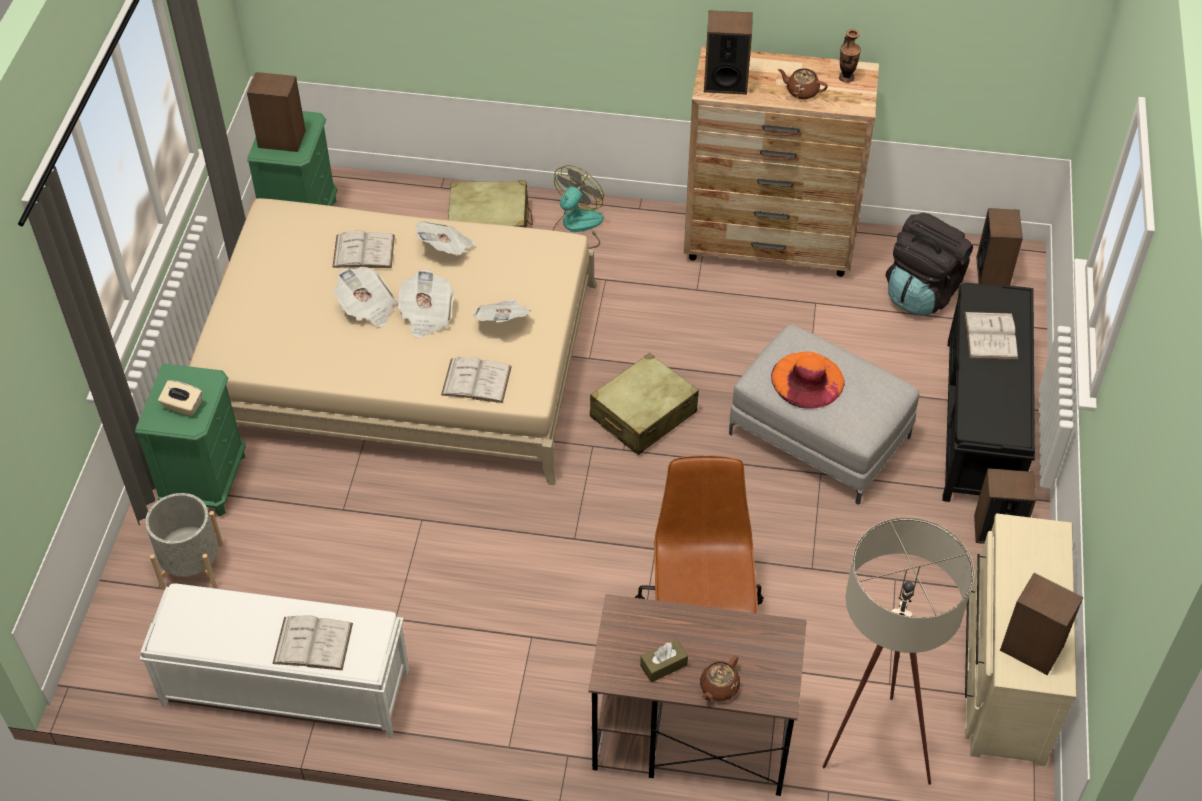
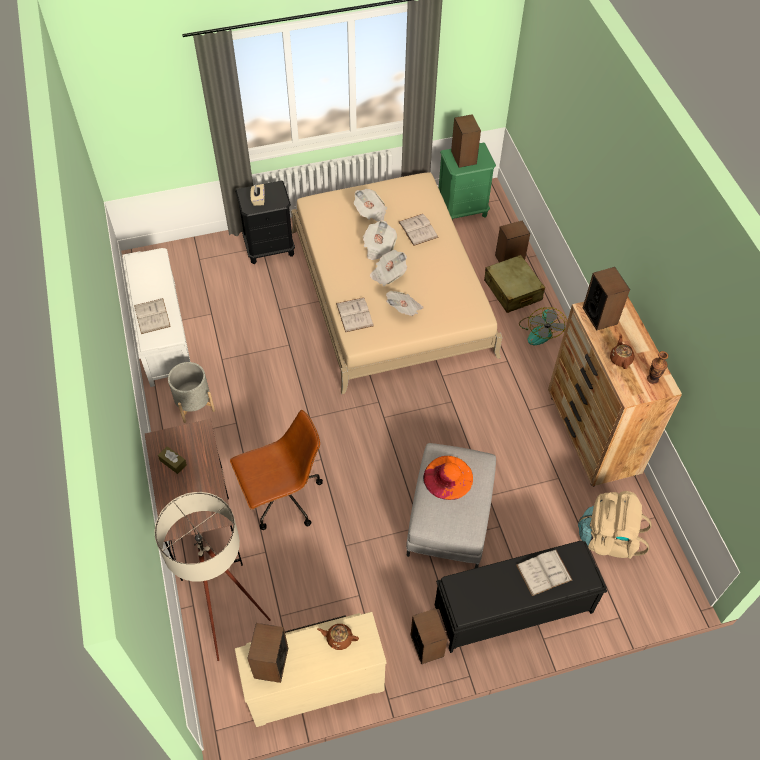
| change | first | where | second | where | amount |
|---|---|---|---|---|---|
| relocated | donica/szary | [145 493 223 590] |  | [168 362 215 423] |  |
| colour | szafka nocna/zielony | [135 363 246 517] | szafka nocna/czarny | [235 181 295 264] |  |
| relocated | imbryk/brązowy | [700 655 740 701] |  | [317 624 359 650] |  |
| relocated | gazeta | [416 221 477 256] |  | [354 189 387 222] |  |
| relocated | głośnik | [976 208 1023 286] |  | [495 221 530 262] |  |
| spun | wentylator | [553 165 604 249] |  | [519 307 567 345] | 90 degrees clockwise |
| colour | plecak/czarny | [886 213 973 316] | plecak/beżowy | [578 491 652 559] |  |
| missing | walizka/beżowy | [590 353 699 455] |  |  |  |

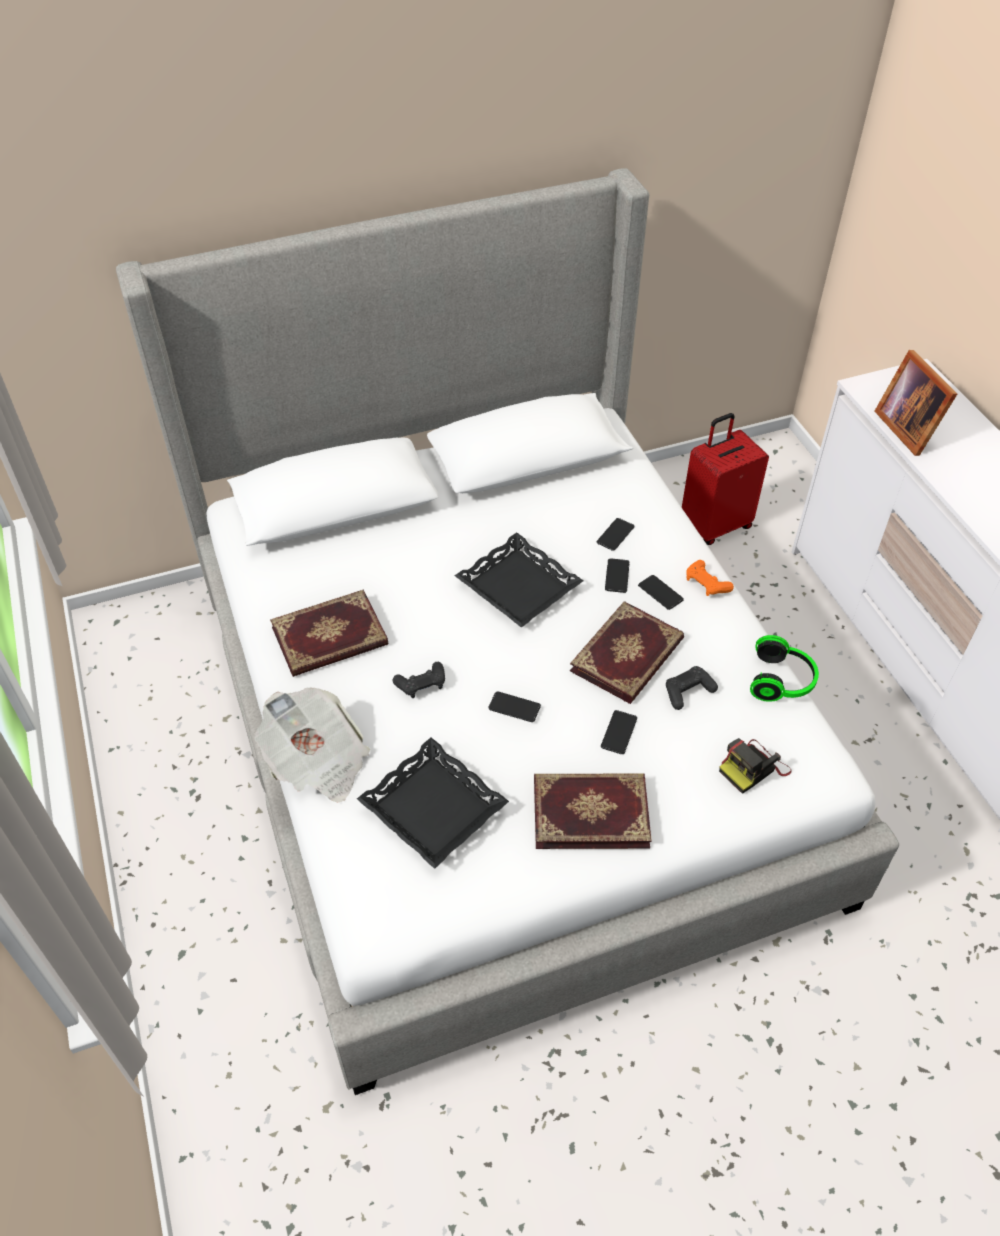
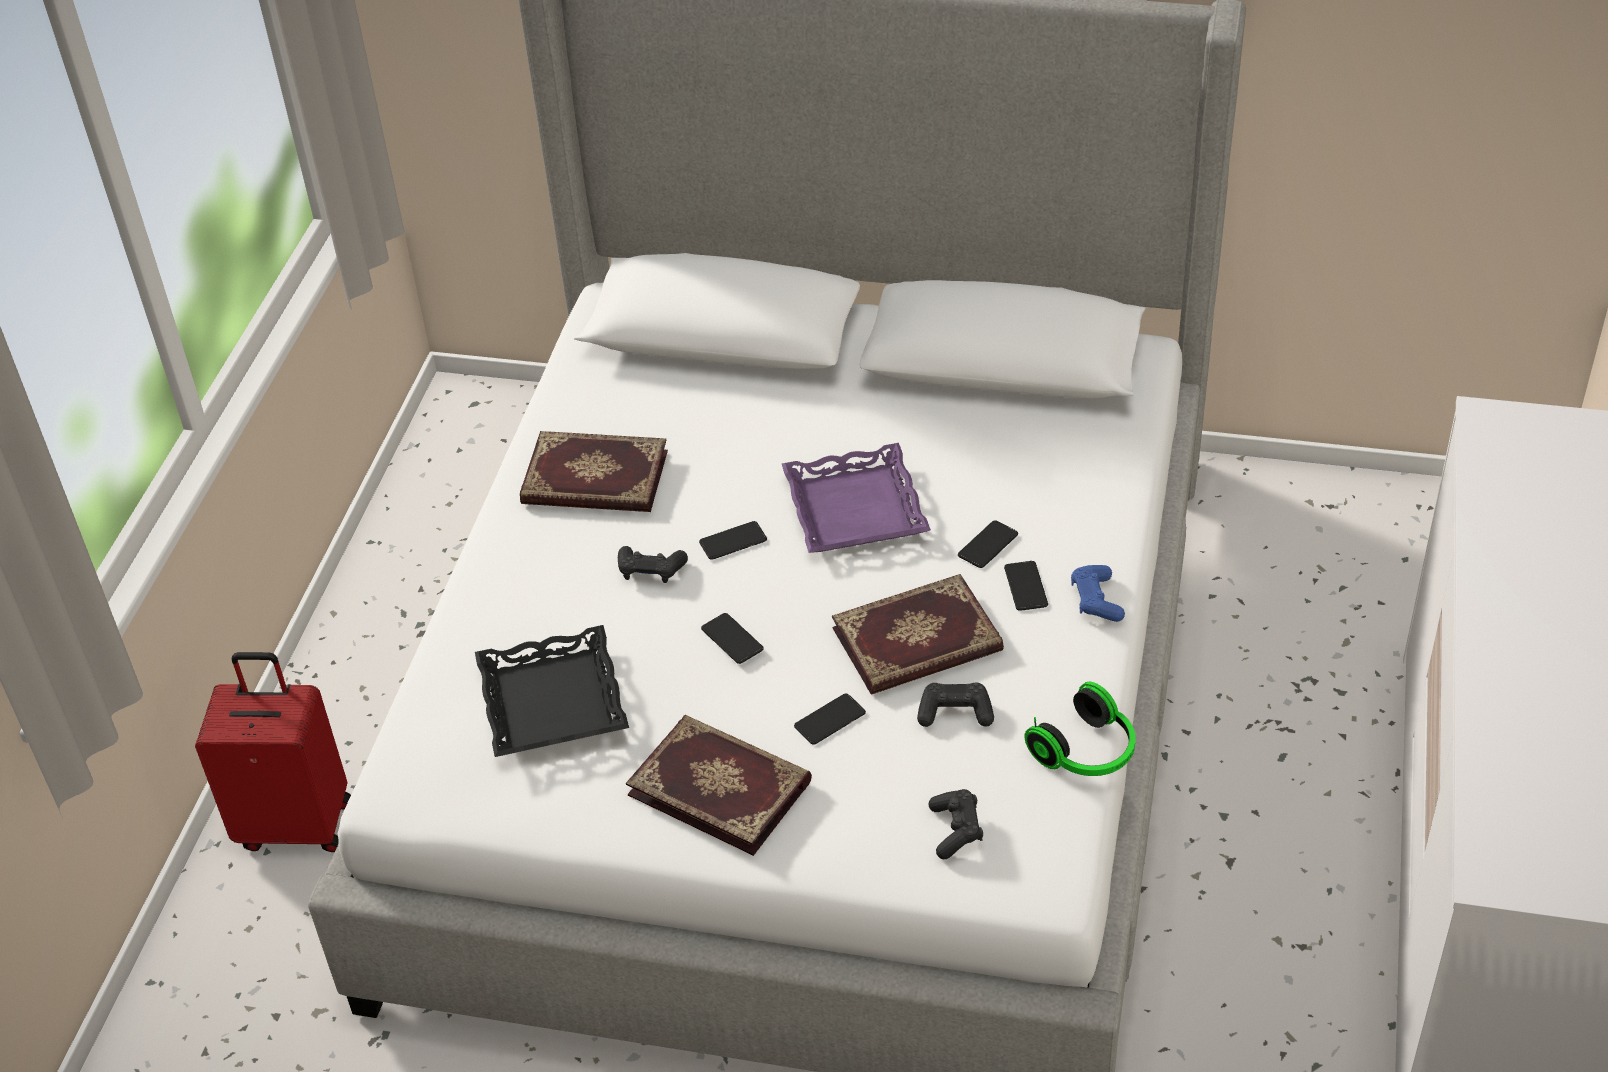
| change | first | where | second | where | amount |
|---|---|---|---|---|---|
| relocated | walizka/czerwony | [682 413 769 545] |  | [195 652 351 852] |  |
| relocated | telefon | [597 518 634 551] |  | [699 521 767 560] |  |
| colour | taca/czarny | [454 532 583 628] | taca/fioletowy | [781 443 931 553] |  |
| exchanged | aparat fotograficzny | [719 738 792 794] | pad do gier/czarny | [929 789 983 859] |  |
| colour | pad do gier/pomarańczowy | [686 560 734 596] | pad do gier/niebieski | [1071 565 1125 622] |  |
| missing | gazeta | [255 688 370 802] |  |  |  |
| missing | ramka na zdjęcie | [875 350 957 456] |  |  |  |

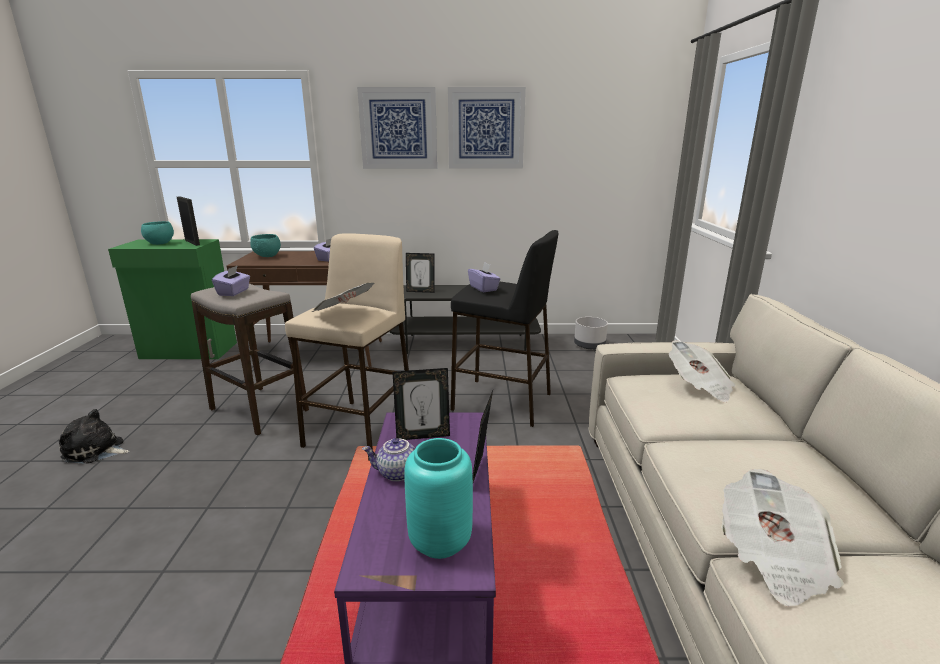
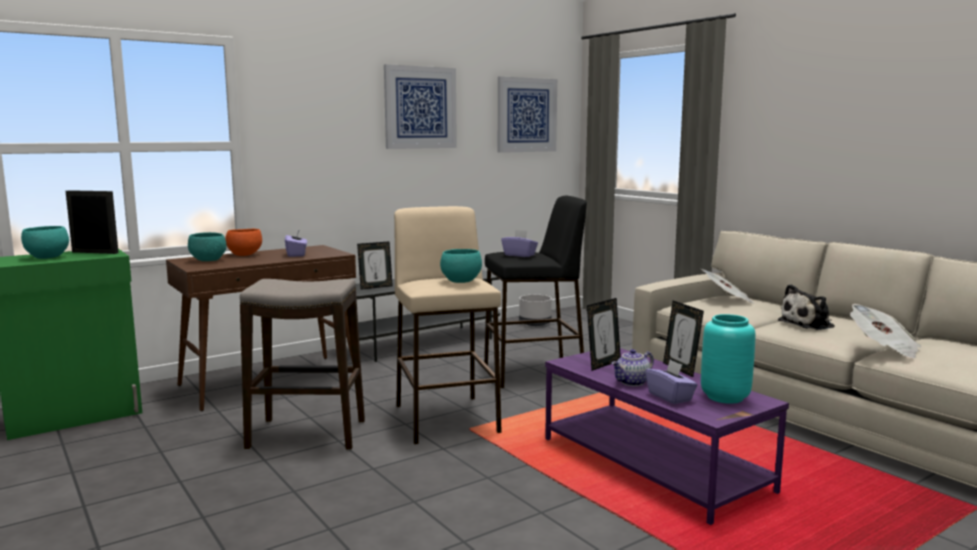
| change | first | where | second | where | amount |
|---|---|---|---|---|---|
| appeared |  |  | miska/pomarańczowy | [225 229 262 256] |  |
| exchanged | gazeta | [311 283 375 312] | miska/turkusowy | [440 249 482 283] |  |
| relocated | obraz | [357 87 437 169] |  | [498 76 557 153] |  |
| relocated | pudełko chusteczek/fioletowy | [212 265 250 296] |  | [645 359 698 404] |  |
| relocated | pluszak | [59 409 130 464] |  | [778 284 835 330] |  |

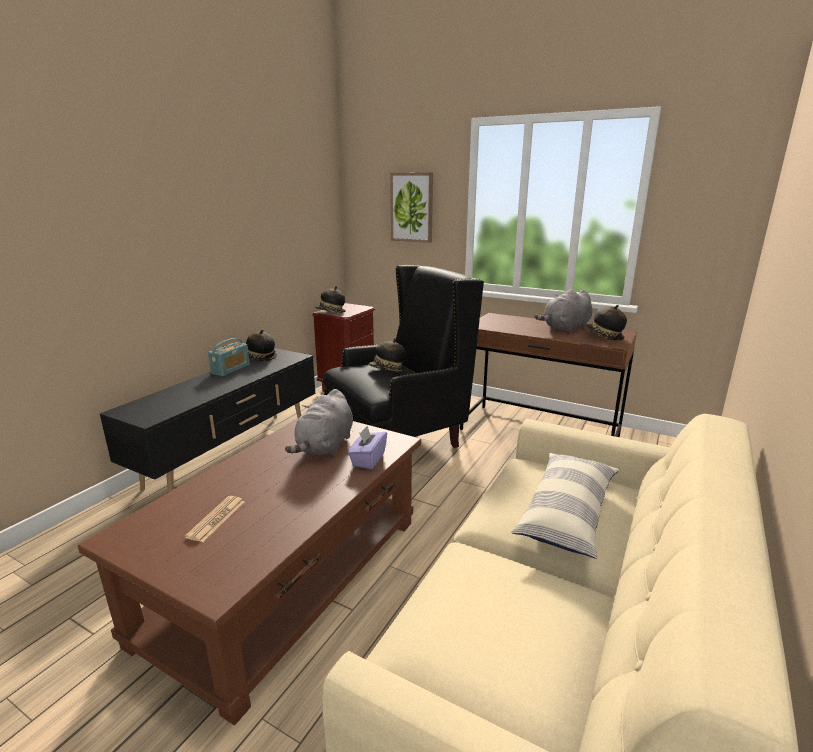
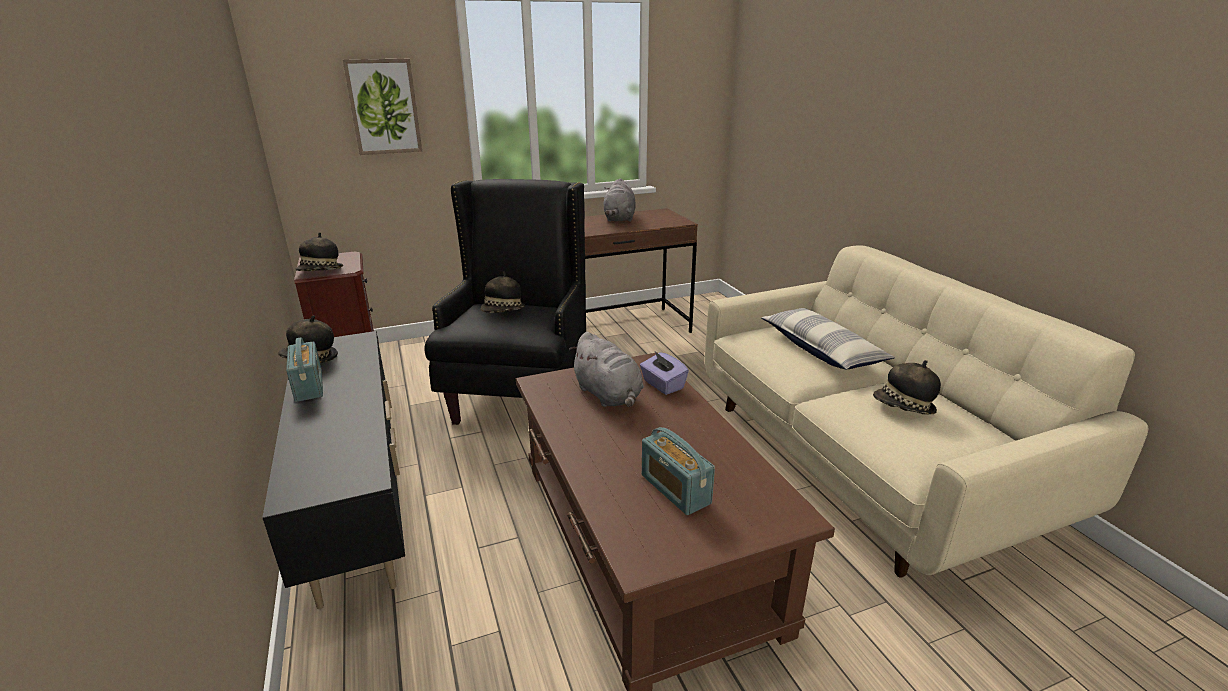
| change | first | where | second | where | amount |
|---|---|---|---|---|---|
| exchanged | gazeta | [185 496 244 542] | radio | [642 427 715 515] |  |
| relocated | kapelusz | [585 305 627 340] |  | [873 360 941 415] |  |

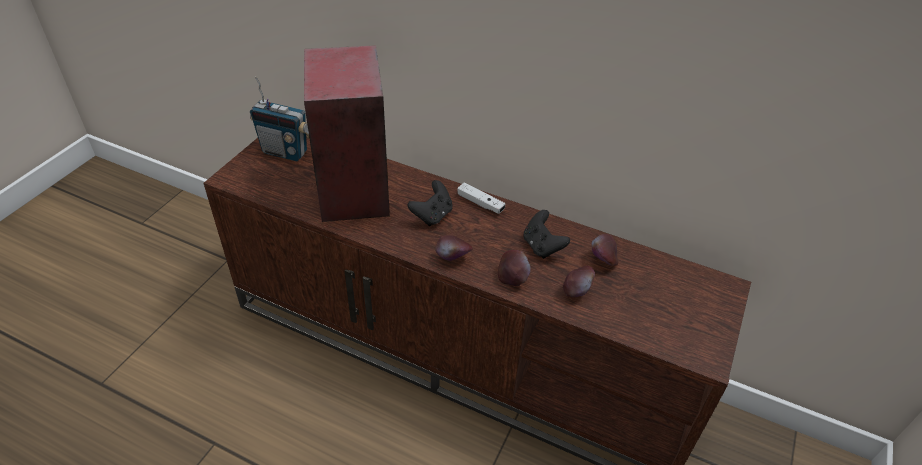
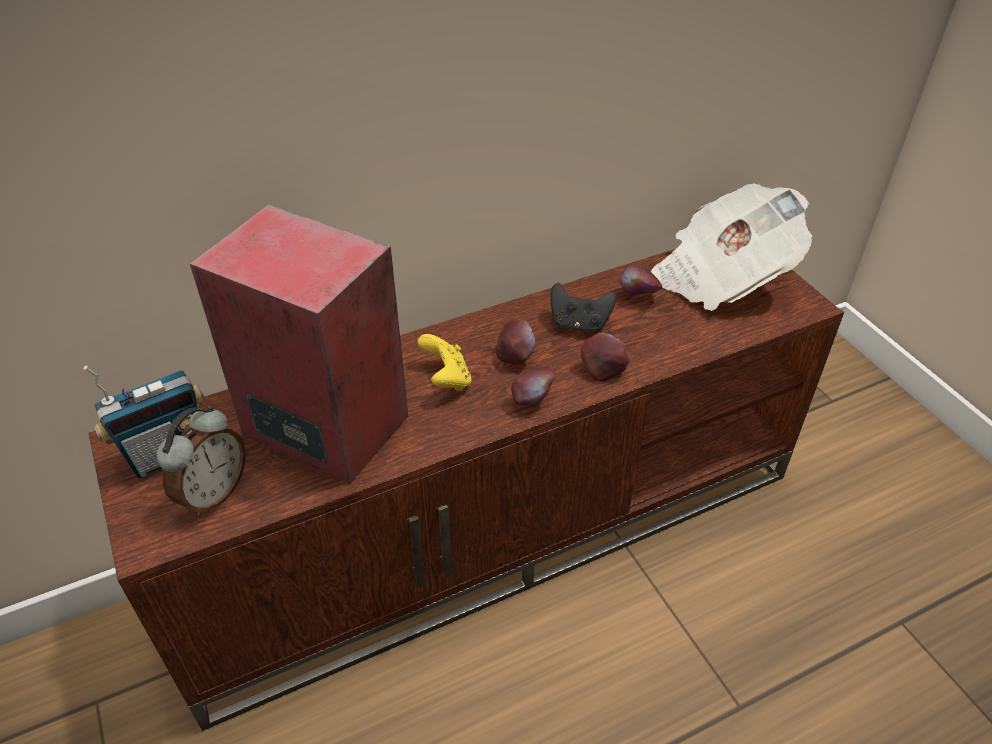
| change | first | where | second | where | amount |
|---|---|---|---|---|---|
| appeared |  |  | budzik | [157 406 246 516] |  |
| colour | pad do gier/czarny | [407 180 453 226] | pad do gier/żółty | [418 334 472 391] |  |
| relocated | jabłko | [563 266 595 297] |  | [496 319 535 365] |  |
| appeared |  |  | gazeta | [651 183 812 311] |  |
| missing | pad do gier/biały | [457 183 505 214] |  |  |  |

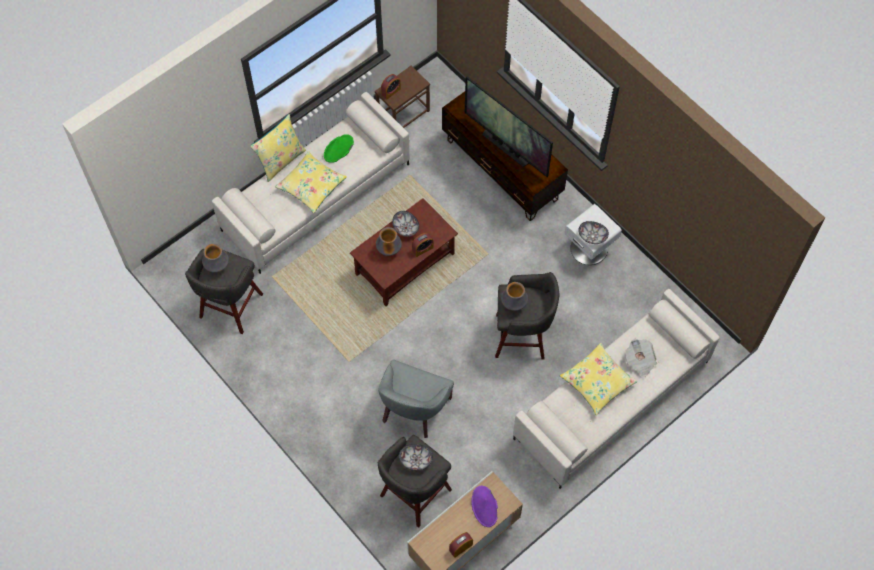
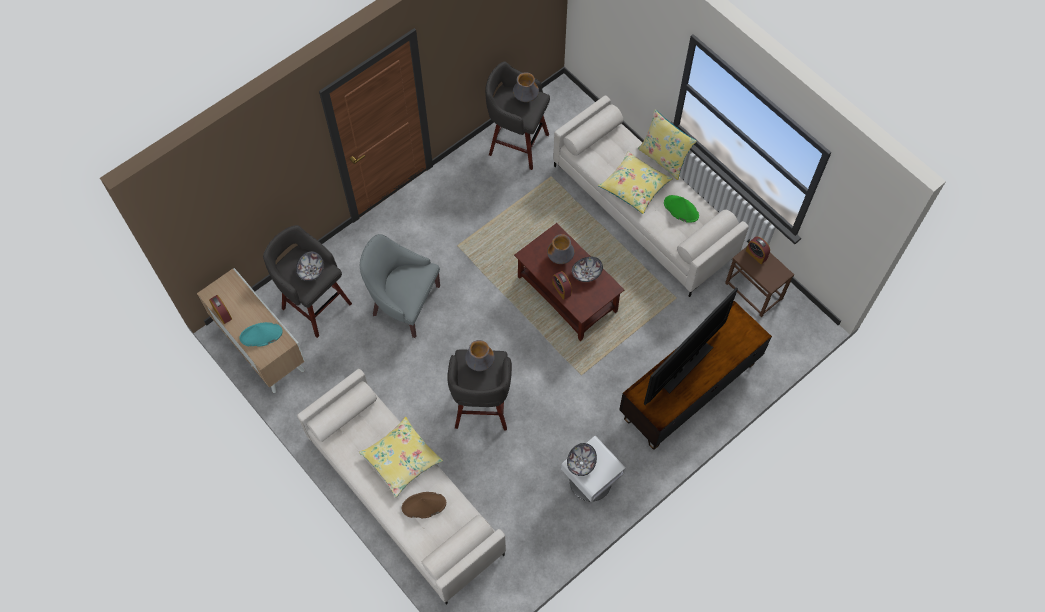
| change | first | where | second | where | amount |
|---|---|---|---|---|---|
| colour | kapelusz/fioletowy | [471 486 498 527] | kapelusz/turkusowy | [239 322 283 347] |  |
| exchanged | gazeta | [625 338 657 377] | kapelusz/brązowy | [402 492 446 518] |  |

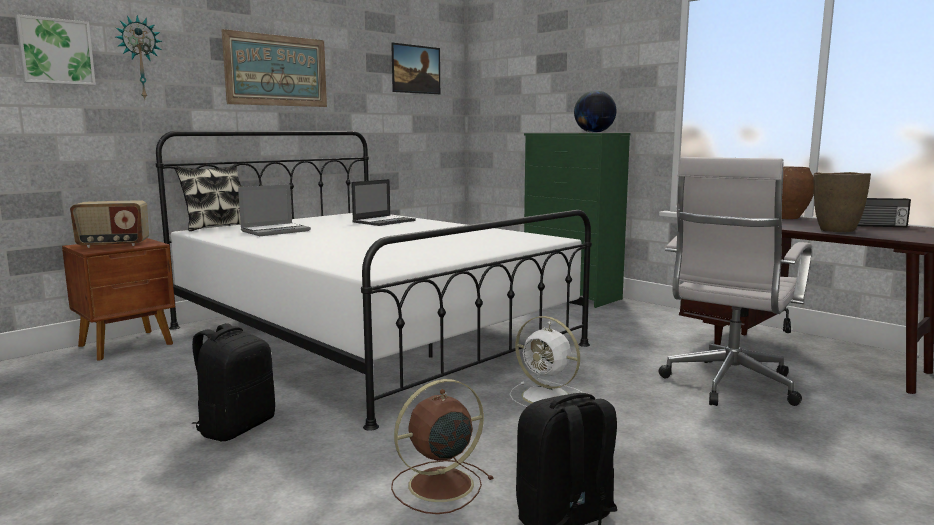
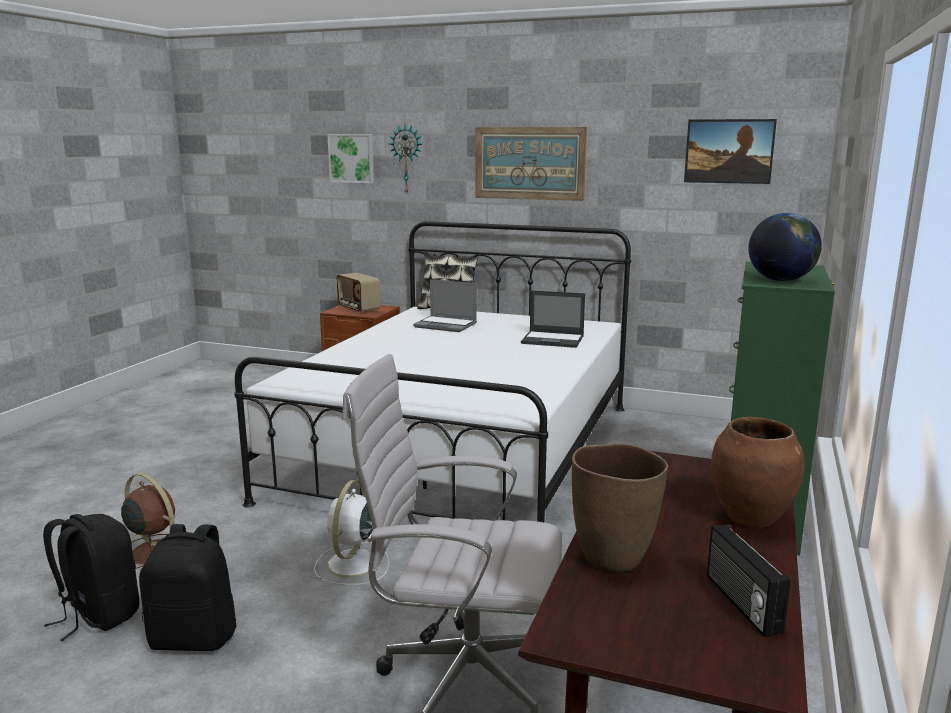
| change | first | where | second | where | amount |
|---|---|---|---|---|---|
| relocated | plecak/czarny | [192 323 275 441] |  | [139 524 236 651] |  |

